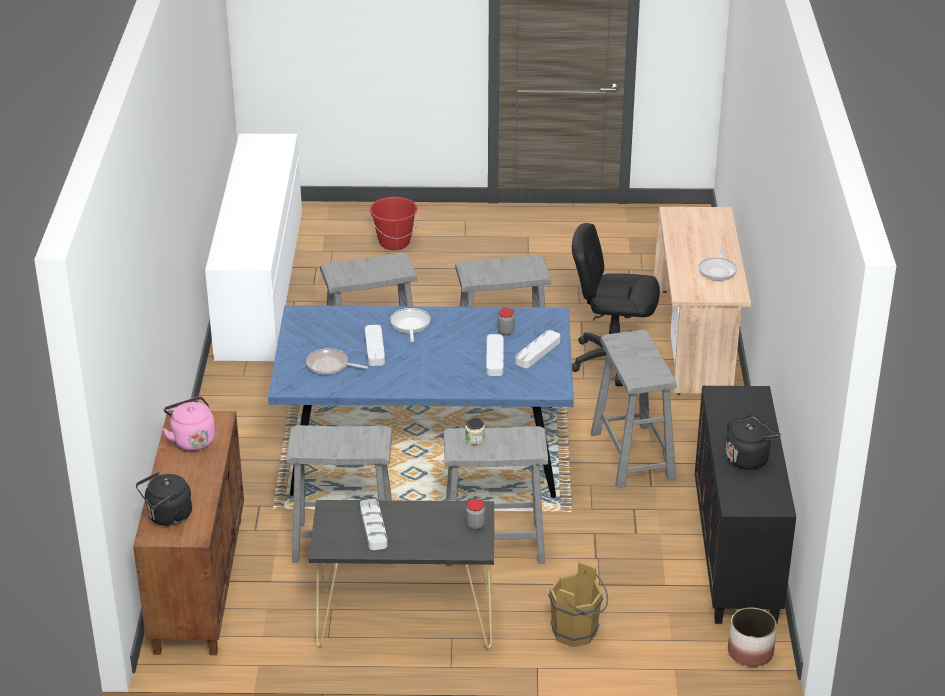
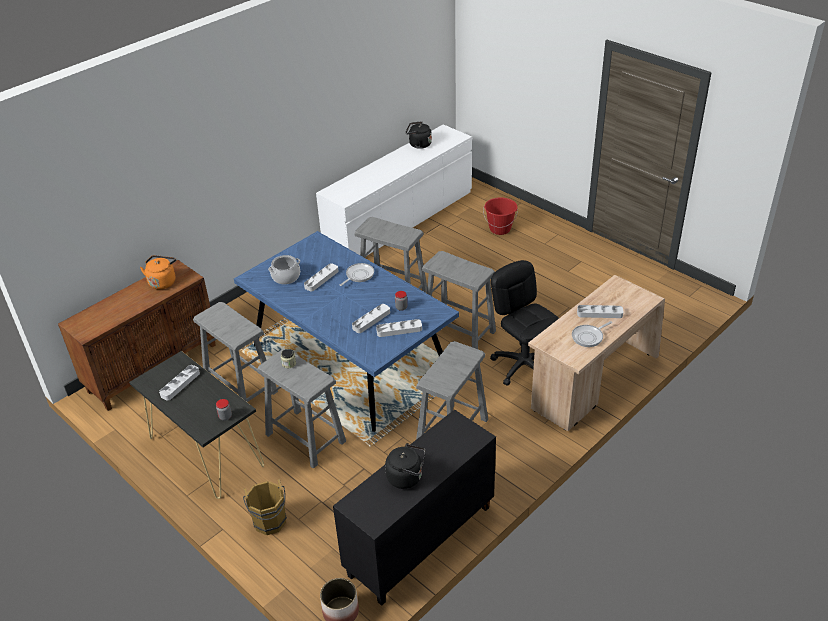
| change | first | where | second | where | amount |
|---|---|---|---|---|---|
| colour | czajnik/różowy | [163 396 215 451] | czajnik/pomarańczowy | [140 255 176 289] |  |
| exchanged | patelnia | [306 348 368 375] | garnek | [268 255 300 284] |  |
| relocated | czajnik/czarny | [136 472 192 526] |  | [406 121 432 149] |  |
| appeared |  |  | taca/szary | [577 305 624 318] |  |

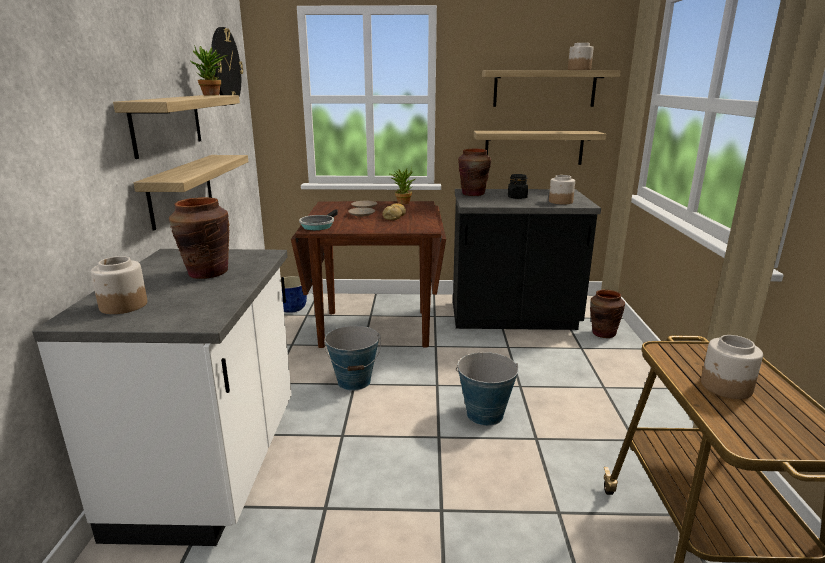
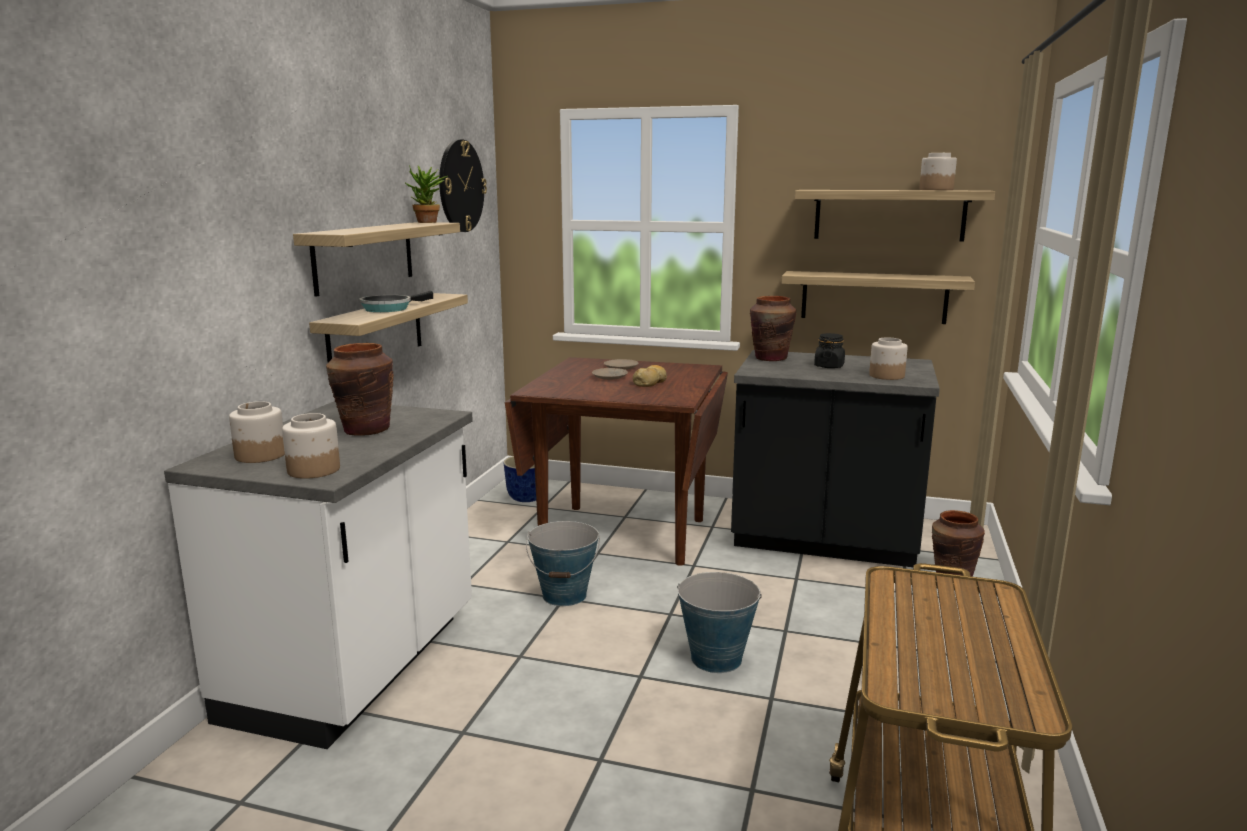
| change | first | where | second | where | amount |
|---|---|---|---|---|---|
| relocated | słoik | [701 335 763 399] |  | [282 413 340 479] |  |
| relocated | patelnia | [299 209 338 230] |  | [359 291 433 312] |  |
| missing | roślina doniczkowa | [389 167 416 204] |  |  |  |

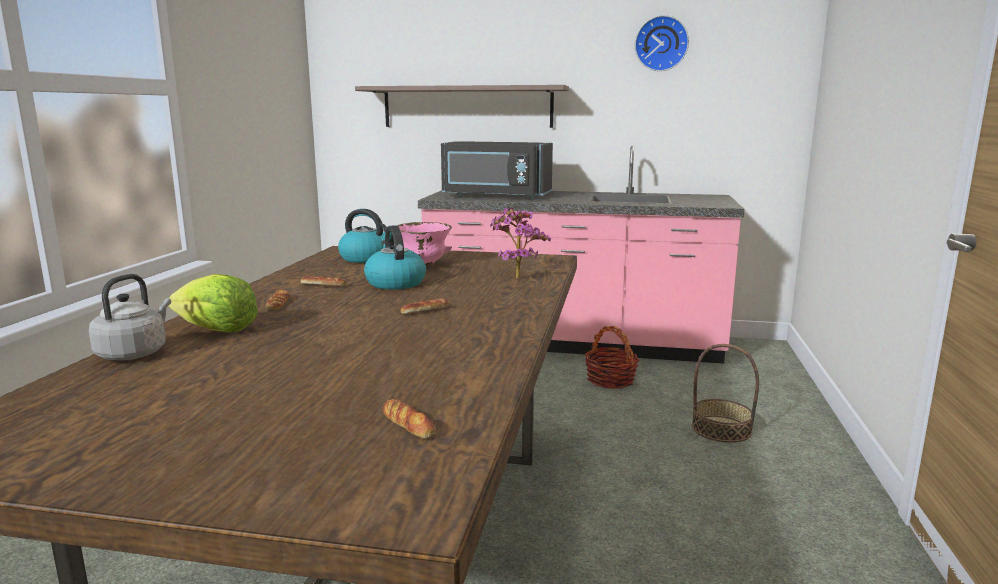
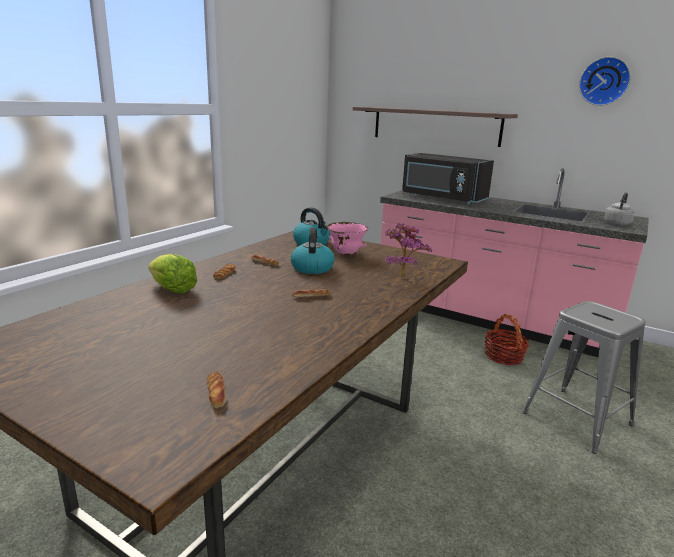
| change | first | where | second | where | amount |
|---|---|---|---|---|---|
| exchanged | koszyk | [692 344 759 443] | stołek/szary | [523 301 646 454] |  |
| relocated | czajnik/szary | [89 274 171 360] |  | [604 192 634 226] |  |

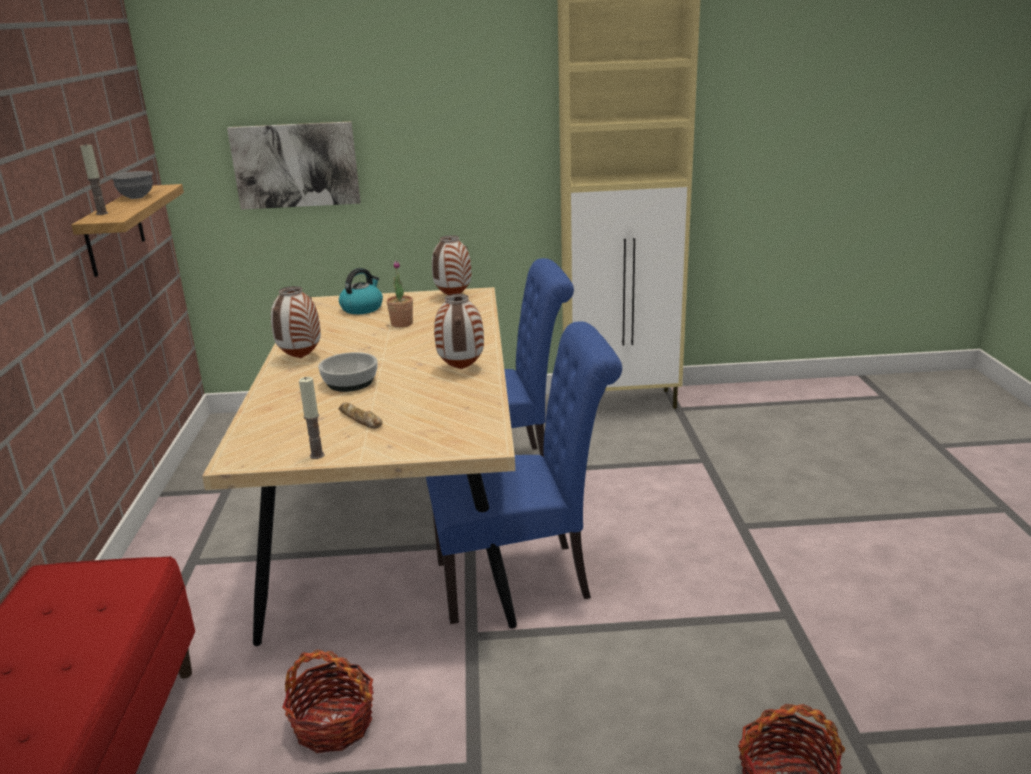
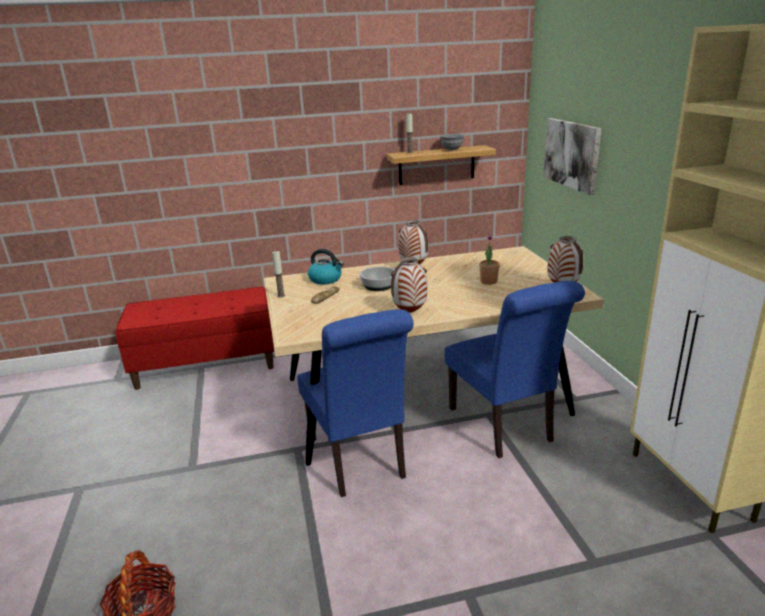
| change | first | where | second | where | amount |
|---|---|---|---|---|---|
| relocated | czajnik | [339 268 383 314] |  | [308 249 344 284] |  |
| missing | koszyk | [282 649 374 753] |  |  |  |

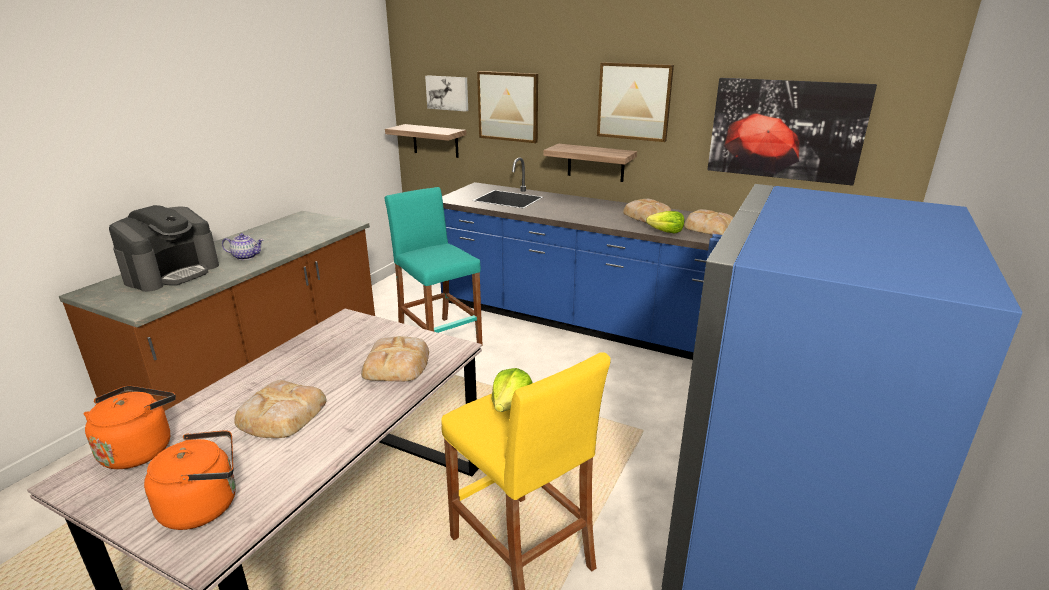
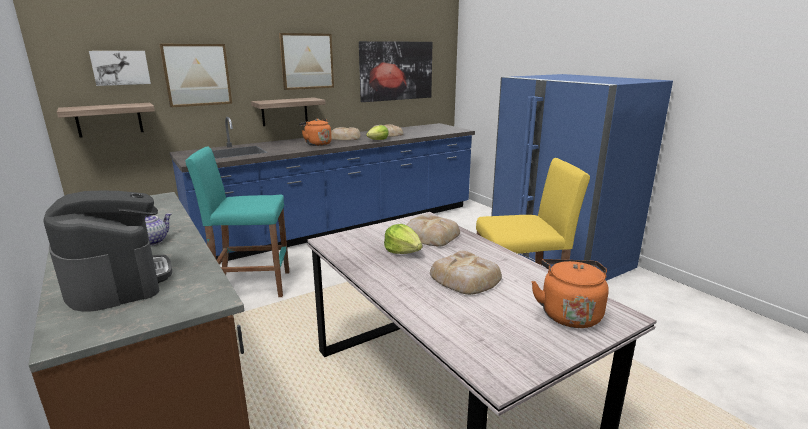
| change | first | where | second | where | amount |
|---|---|---|---|---|---|
| relocated | czajnik/pomarańczowy | [83 386 176 469] |  | [299 119 332 146] |  |
| relocated | sałata | [491 368 532 412] |  | [384 224 422 254] |  |

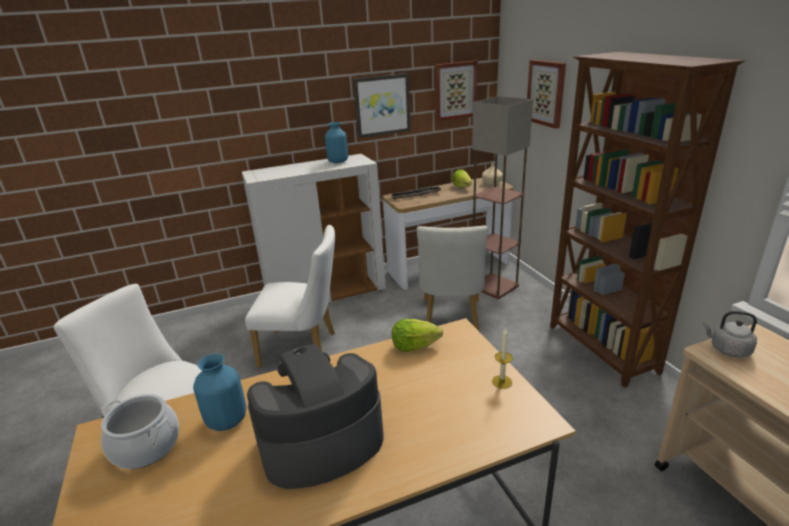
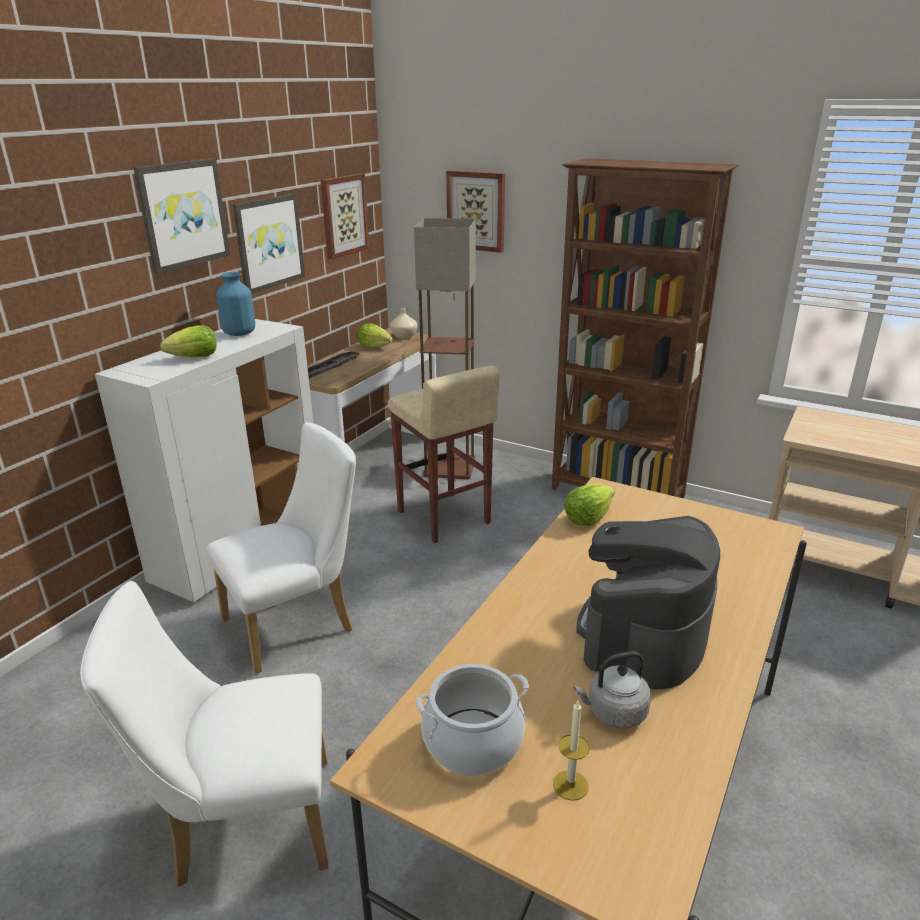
| change | first | where | second | where | amount |
|---|---|---|---|---|---|
| appeared |  |  | obraz | [134 158 230 274] |  |
| appeared |  |  | sałata | [160 325 217 357] |  |
| exchanged | krzesło/biały | [417 226 488 331] | stołek/beżowy | [388 365 500 543] |  |
| relocated | świeca | [492 328 513 389] |  | [553 701 590 801] |  |
| relocated | czajnik/szary | [703 311 757 358] |  | [574 651 651 729] |  |
| missing | wazon/niebieski | [193 353 246 431] |  |  |  |

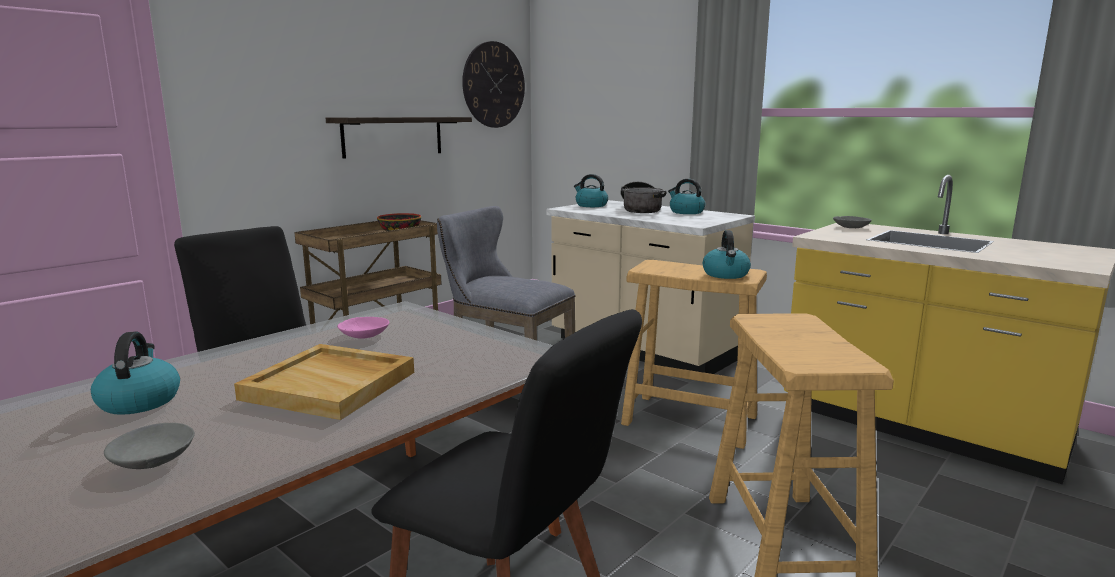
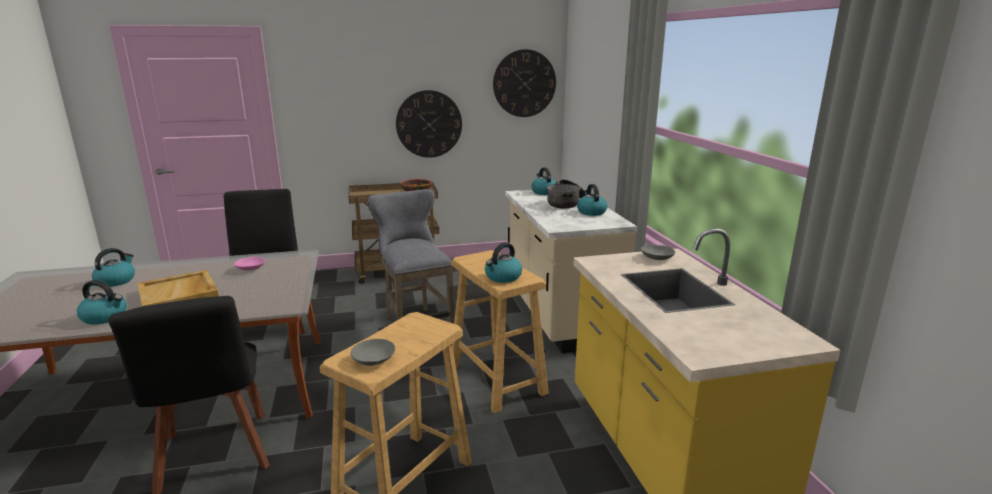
| change | first | where | second | where | amount |
|---|---|---|---|---|---|
| appeared |  |  | czajnik | [76 280 127 325] |  |
| relocated | miska/szary | [104 423 195 469] |  | [351 339 395 366] |  |
| exchanged | półka | [326 117 472 159] | zegar ścienny | [396 90 462 158] |  |

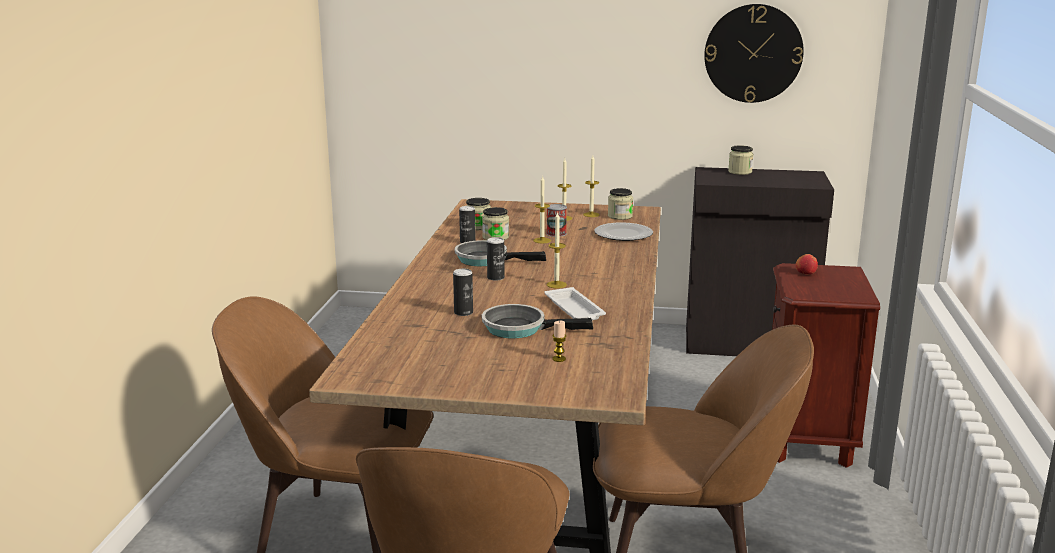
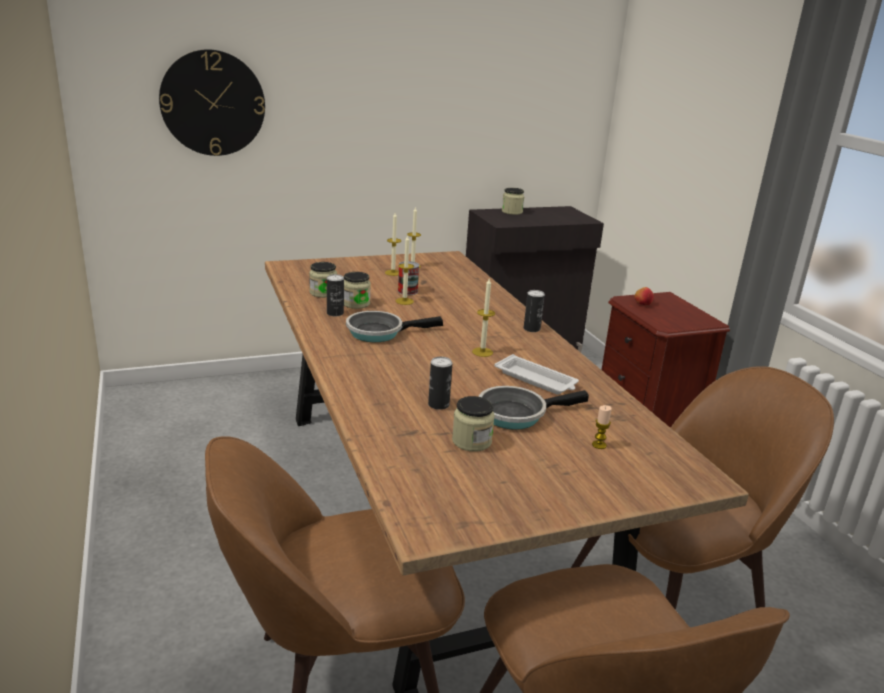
| change | first | where | second | where | amount |
|---|---|---|---|---|---|
| relocated | zegar ścienny | [704 4 804 103] |  | [159 50 265 156] |  |
| relocated | słoik | [608 188 633 220] |  | [452 396 495 452] |  |
| relocated | puszka | [487 237 505 281] |  | [524 290 545 332] |  |
| missing | talerz | [594 222 653 241] |  |  |  |

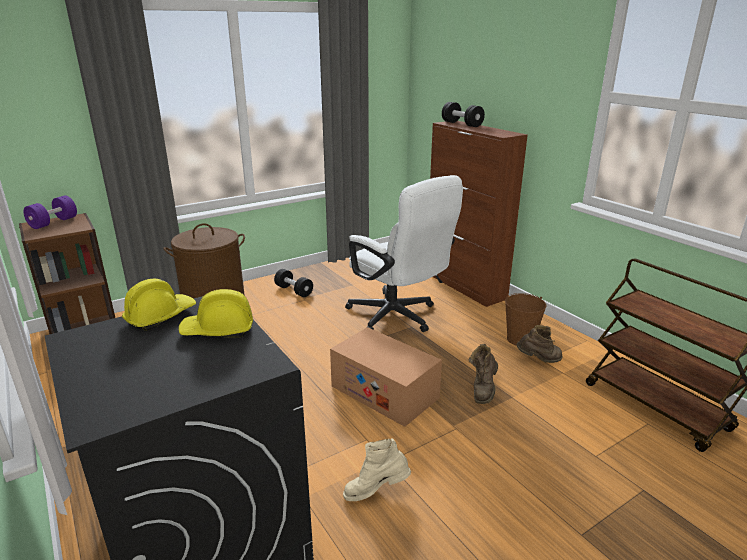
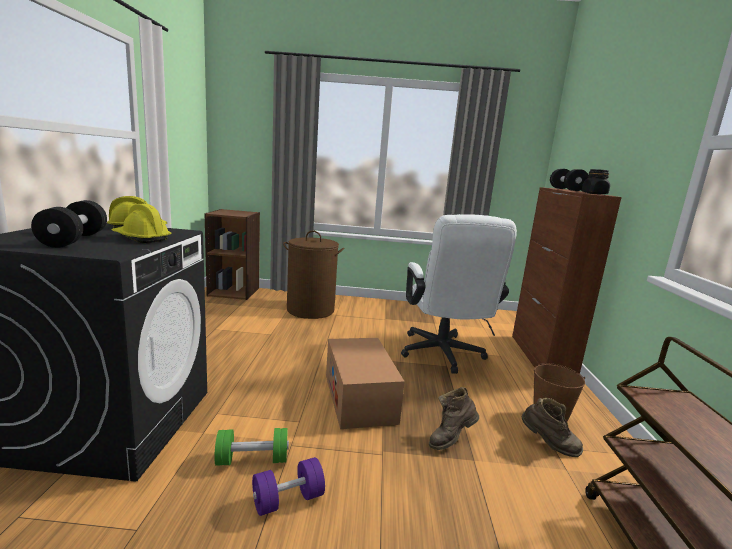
| change | first | where | second | where | amount |
|---|---|---|---|---|---|
| relocated | hantel/czarny | [274 269 313 297] |  | [31 200 107 248] |  |
| exchanged | but z cholewką/beżowy | [343 438 411 501] | hantel/zielony | [214 428 289 466] |  |
| relocated | hantel/fioletowy | [23 195 77 229] |  | [252 457 325 516] |  |
| appeared |  |  | słoik/czarny | [581 169 610 195] |  |

